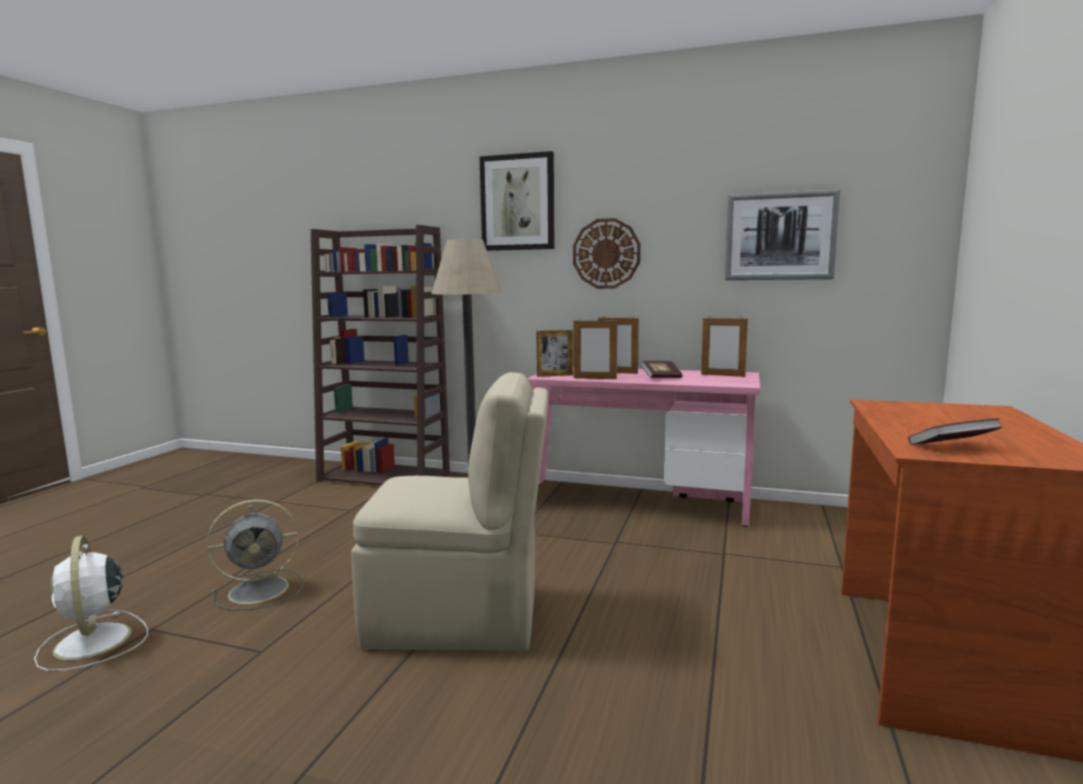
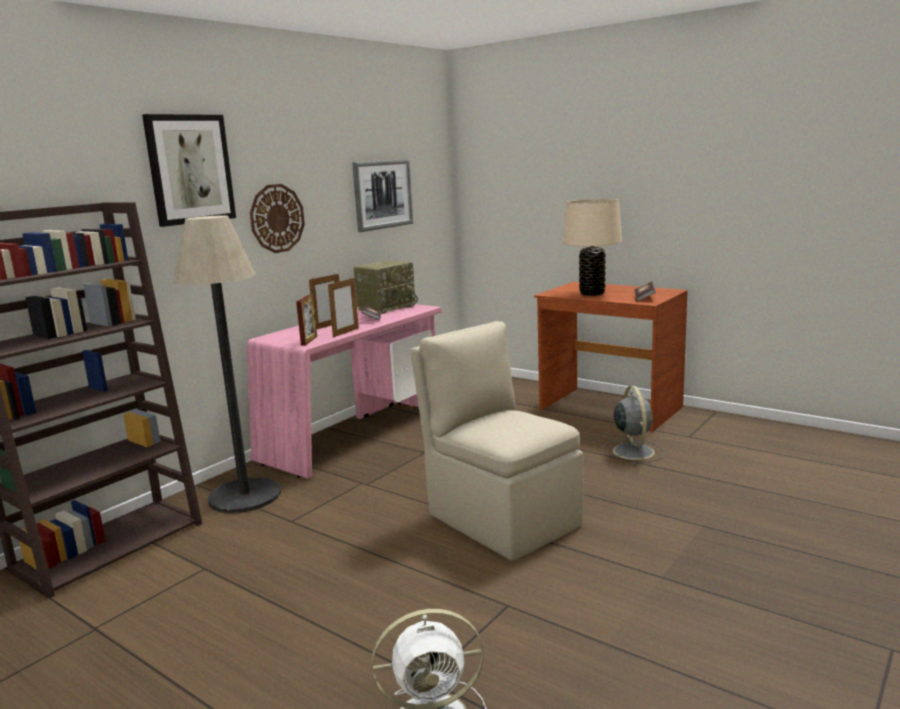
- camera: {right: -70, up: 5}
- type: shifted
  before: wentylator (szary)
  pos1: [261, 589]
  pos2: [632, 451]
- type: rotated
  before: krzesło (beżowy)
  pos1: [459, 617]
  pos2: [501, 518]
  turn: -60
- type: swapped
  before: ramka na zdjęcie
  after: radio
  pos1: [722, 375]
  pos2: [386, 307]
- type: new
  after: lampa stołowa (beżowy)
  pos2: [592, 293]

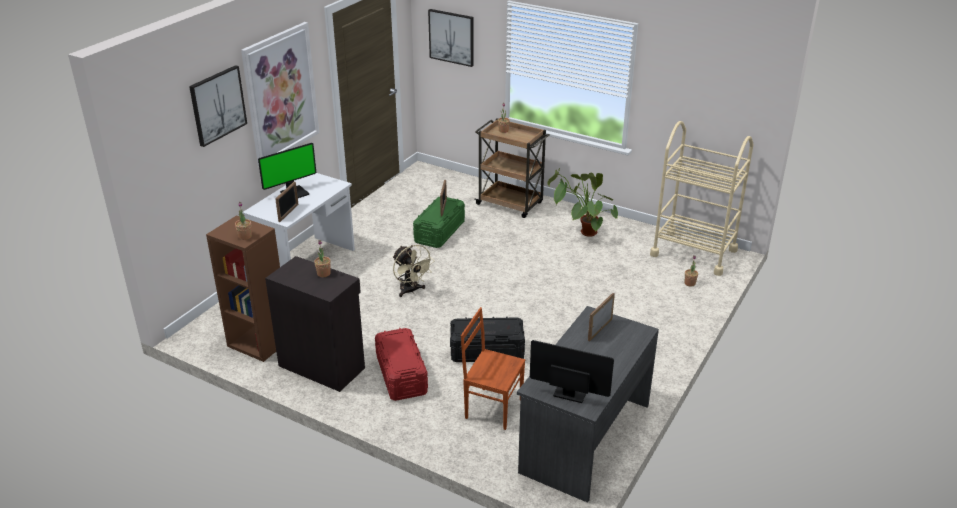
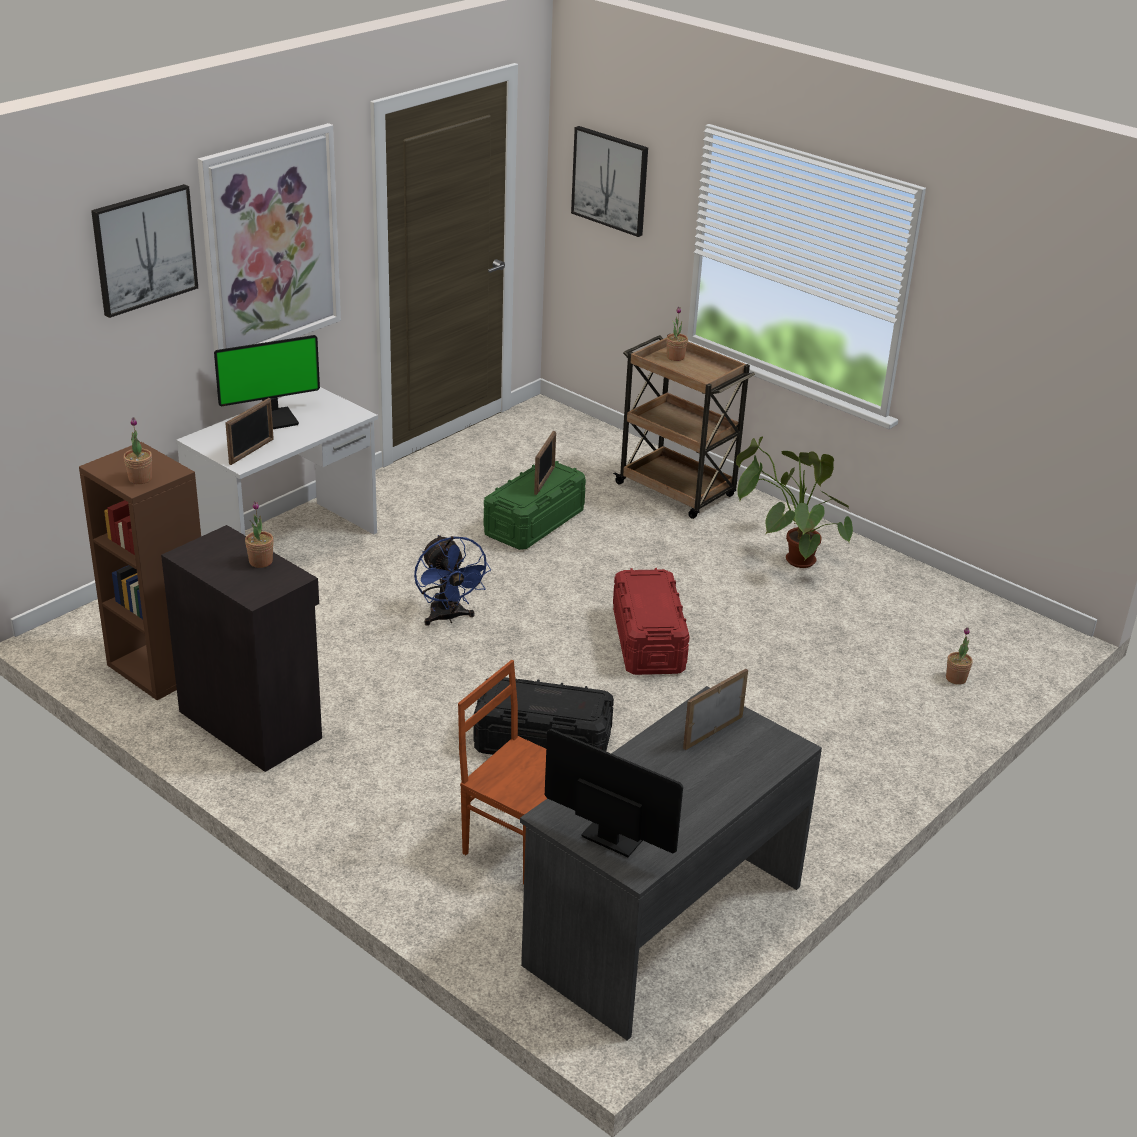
- camera: {right: 10, up: 0}
- type: shifted
  before: pojemnik do przechowywania (czerwony)
  pos1: [401, 375]
  pos2: [648, 641]
- type: repainted
  before: wentylator (beżowy)
  after: wentylator (niebieski)
  pos1: [411, 291]
  pos2: [448, 618]
- type: gone
  before: wózek (beżowy)
  pos1: [693, 252]

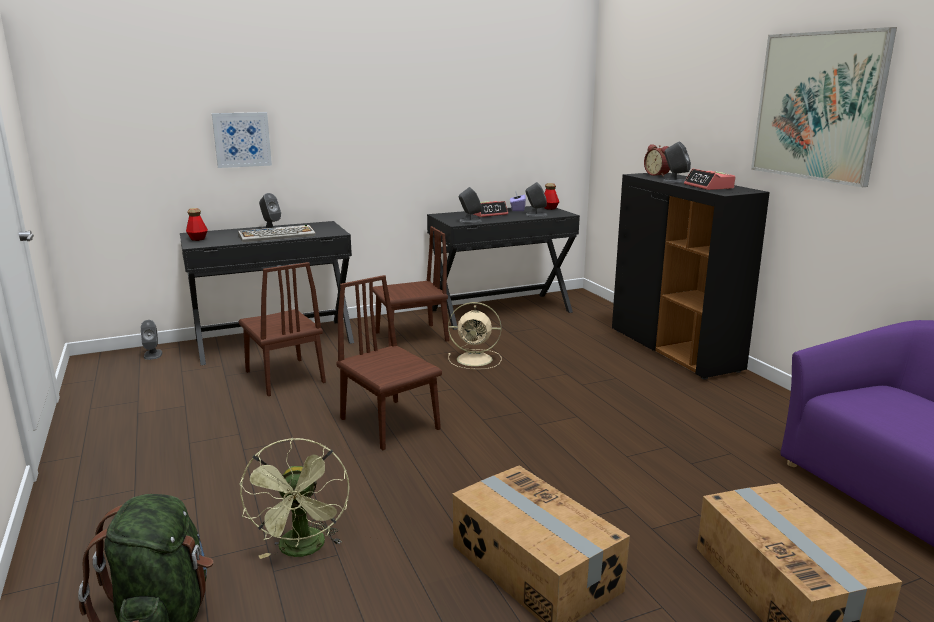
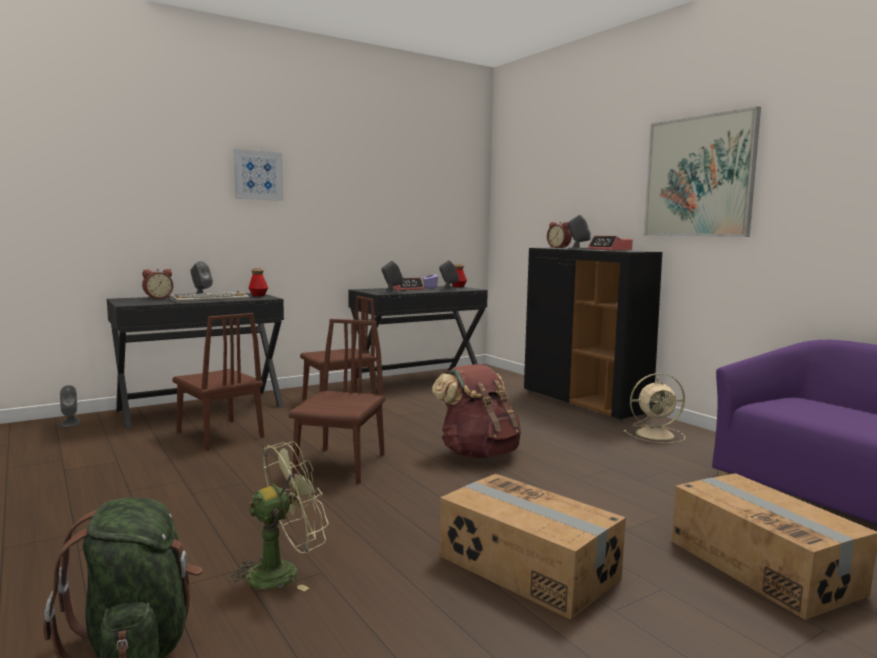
- camera: {right: -10, up: -10}
- type: shifted
  before: butelka
  pos1: [197, 239]
  pos2: [258, 295]
- type: shifted
  before: obraz
  pos1: [242, 139]
  pos2: [258, 175]
- type: rotated
  before: wentylator (zielony)
  pos1: [303, 550]
  pos2: [283, 571]
  turn: -105
- type: rotated
  before: krzesło (brązowy)
  pos1: [390, 424]
  pos2: [340, 465]
  turn: 60
- type: shifted
  before: wentylator (beżowy)
  pos1: [476, 359]
  pos2: [656, 434]
- type: new
  after: budzik
  pos2: [158, 298]
- type: new
  after: plecak (brązowy)
  pos2: [478, 453]

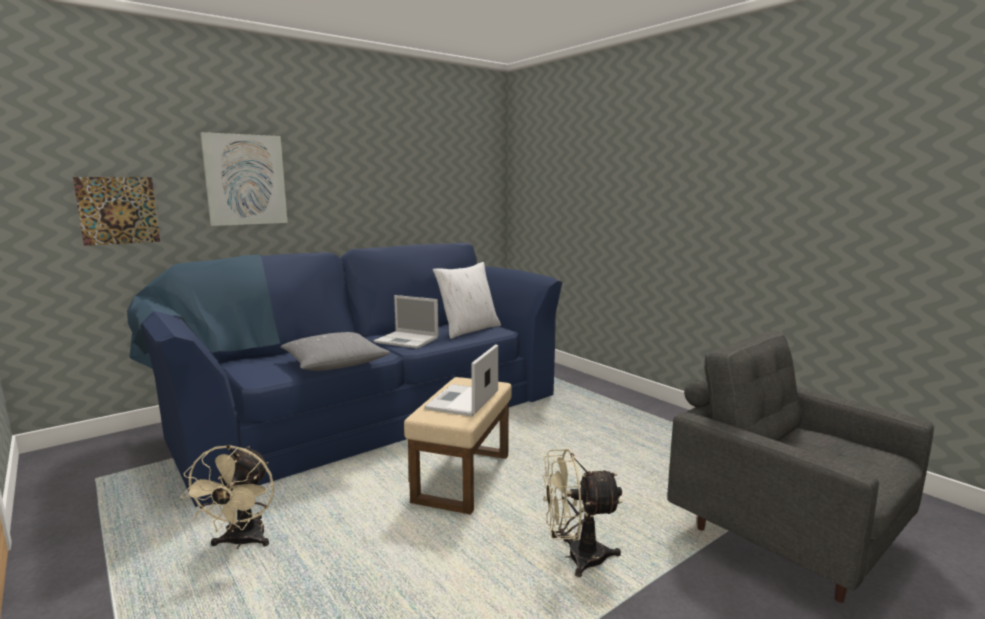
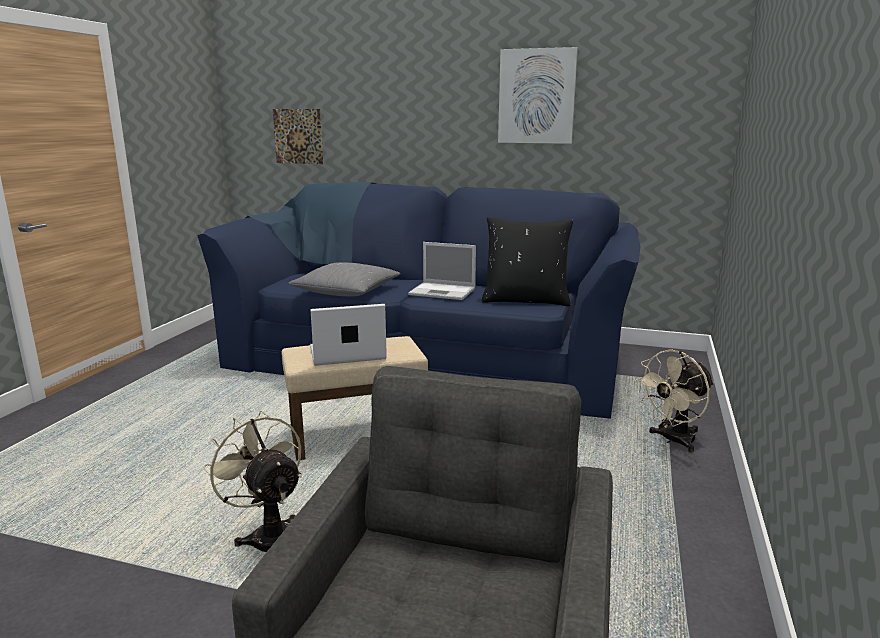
- camera: {right: 55, up: 5}
- type: shifted
  before: wentylator (beżowy)
  pos1: [242, 542]
  pos2: [673, 440]
- type: shifted
  before: obraz
  pos1: [245, 180]
  pos2: [536, 96]
- type: rotated
  before: laptop
  pos1: [407, 340]
  pos2: [443, 292]
  turn: -60
- type: repainted
  before: poduszka (biały)
  after: poduszka (czarny)
  pos1: [468, 330]
  pos2: [525, 300]

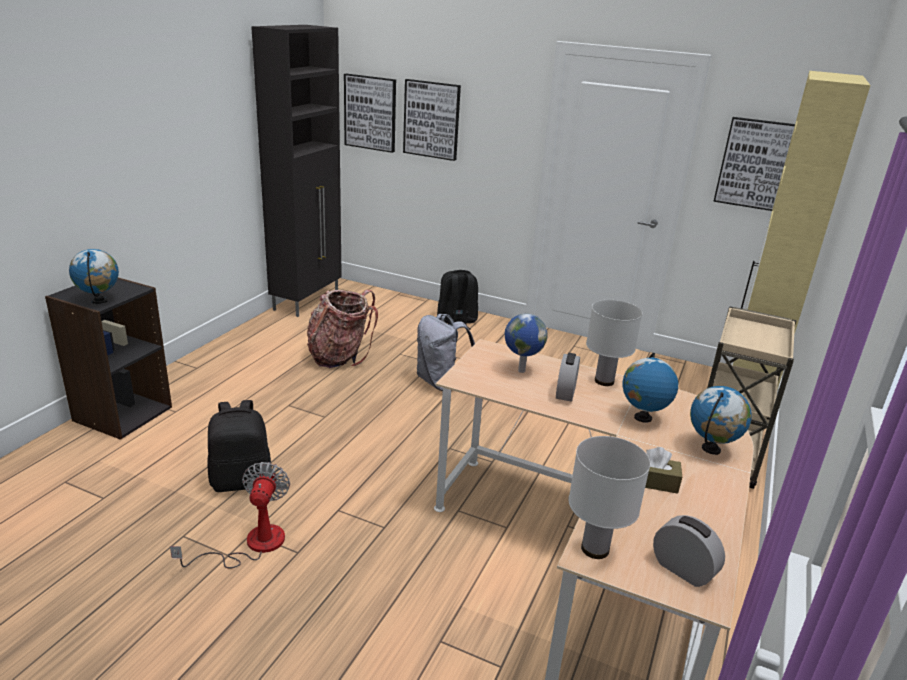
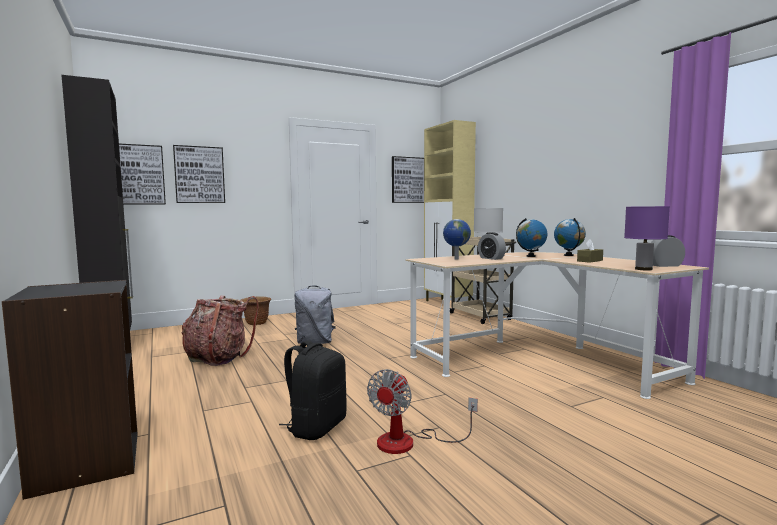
- camera: {right: -50, up: -20}
- type: gone
  before: globus
  pos1: [99, 301]
- type: rotated
  before: wentylator
  pos1: [251, 545]
  pos2: [409, 442]
  turn: -105
- type: swapped
  before: plecak (czarny)
  after: donica (brązowy)
  pos1: [456, 321]
  pos2: [256, 323]
- type: repainted
  before: lampa stołowa (biały)
  after: lampa stołowa (fioletowy)
  pos1: [594, 549]
  pos2: [643, 269]

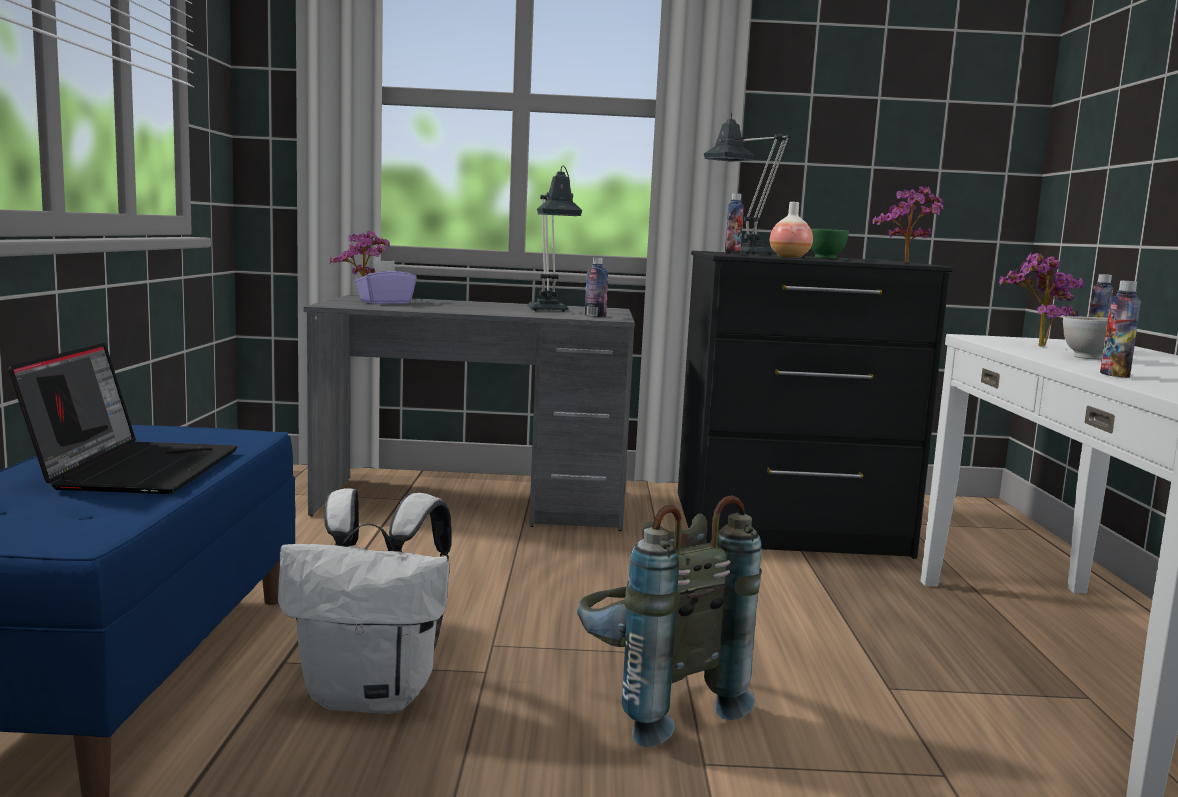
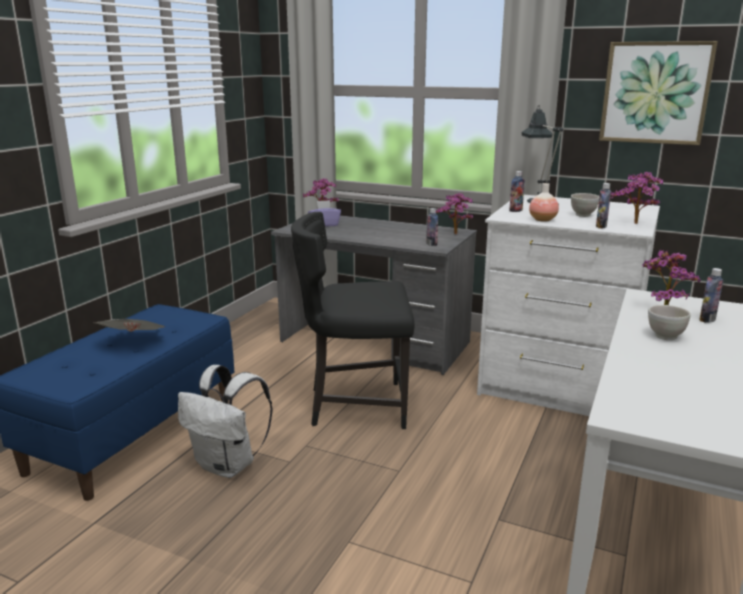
- camera: {right: 25, up: 10}
- type: swapped
  before: laptop
  after: gazeta
  pos1: [135, 469]
  pos2: [135, 342]
- type: gone
  before: lampa stołowa
  pos1: [549, 311]
- type: gone
  before: plecak (szary)
  pos1: [651, 704]
- type: repainted
  before: komoda (czarny)
  after: komoda (biały)
  pos1: [786, 524]
  pos2: [557, 383]
- type: repainted
  before: miska (zielony)
  after: miska (biały)
  pos1: [826, 258]
  pos2: [583, 215]
- type: shifted
  before: butelka
  pos1: [1114, 375]
  pos2: [601, 226]
- type: new
  after: krzesło (czarny)
  pos2: [355, 405]
- type: new
  after: roślina doniczkowa
  pos2: [455, 235]
- type: new
  after: obraz
  pos2: [655, 93]

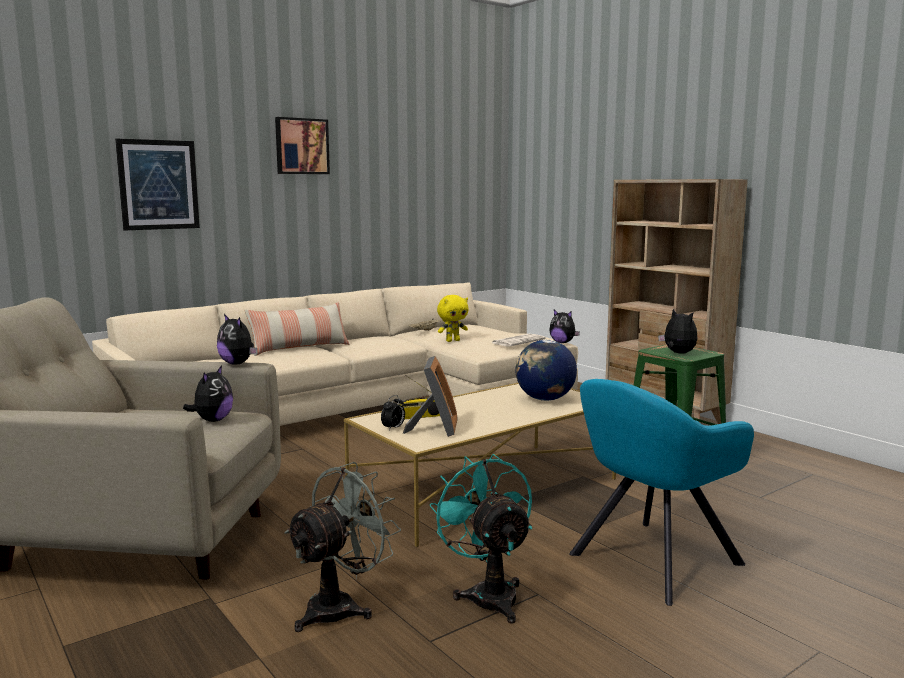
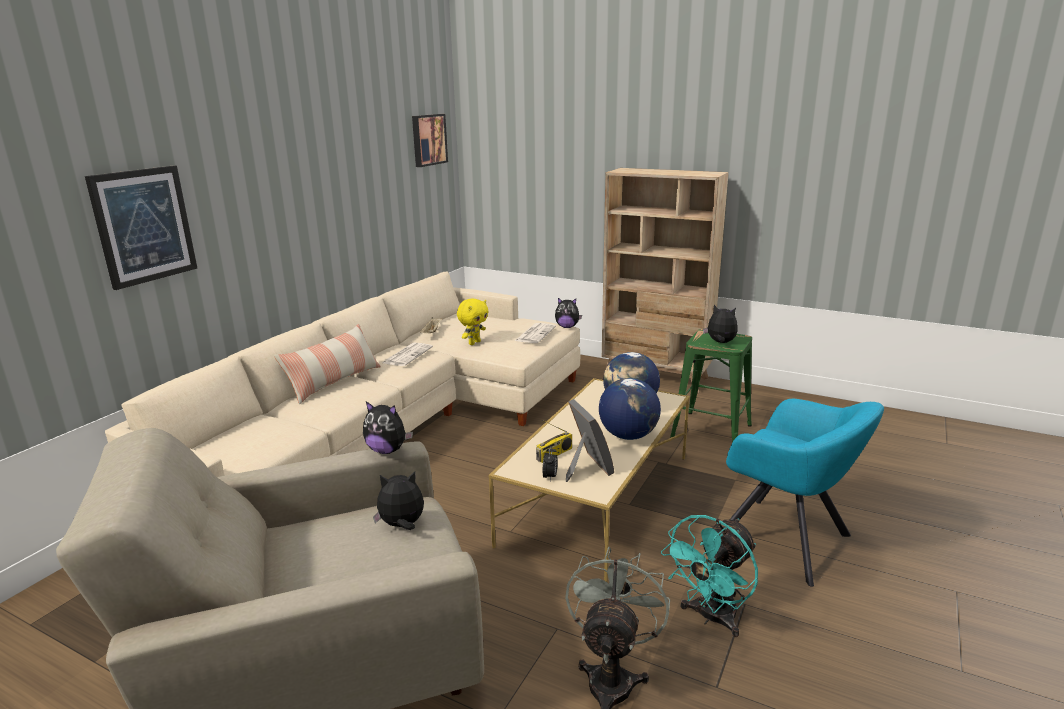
- camera: {right: -25, up: 10}
- type: rotated
  before: pluszak
  pos1: [212, 420]
  pos2: [402, 525]
  turn: -90
- type: shifted
  before: obraz
  pos1: [301, 146]
  pos2: [428, 140]
- type: rotated
  before: wentylator (turkusowy)
  pos1: [488, 594]
  pos2: [710, 618]
  turn: -90
- type: rotated
  before: fotel (turkusowy)
  pos1: [651, 561]
  pos2: [787, 541]
  turn: -75
- type: new
  after: gazeta
  pos2: [407, 355]
- type: new
  after: globus
  pos2: [628, 435]

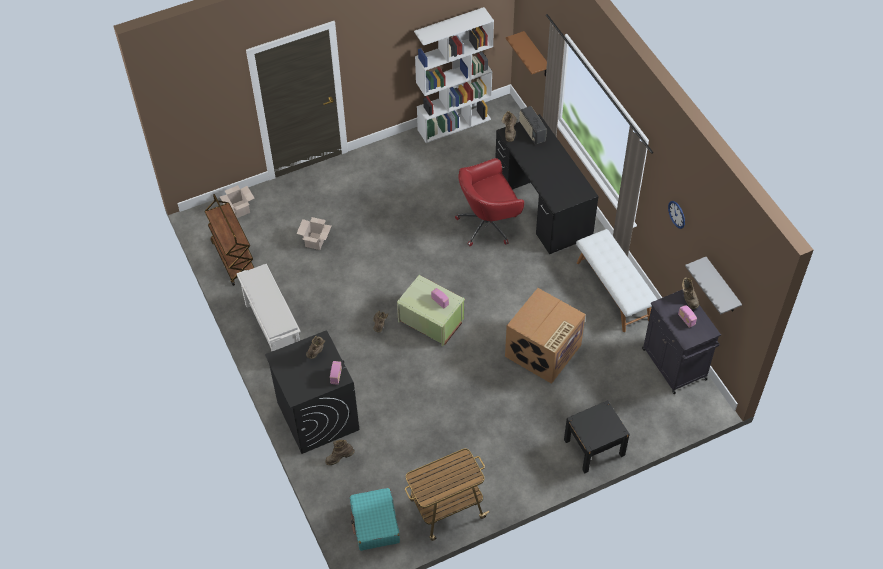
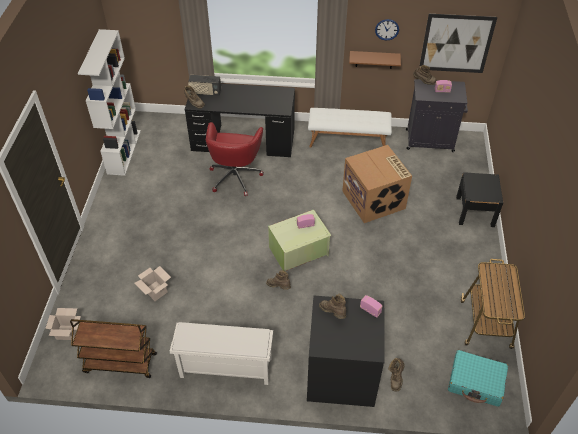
- camera: {right: -60, up: -5}
- type: shifted
  before: półka (brązowy)
  pos1: [536, 55]
  pos2: [374, 59]
- type: swapped
  before: półka (szary)
  after: obraz
  pos1: [722, 287]
  pos2: [456, 44]

